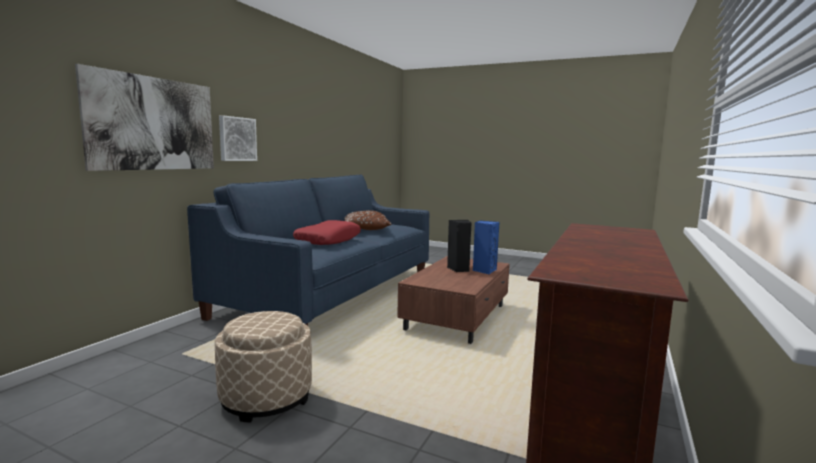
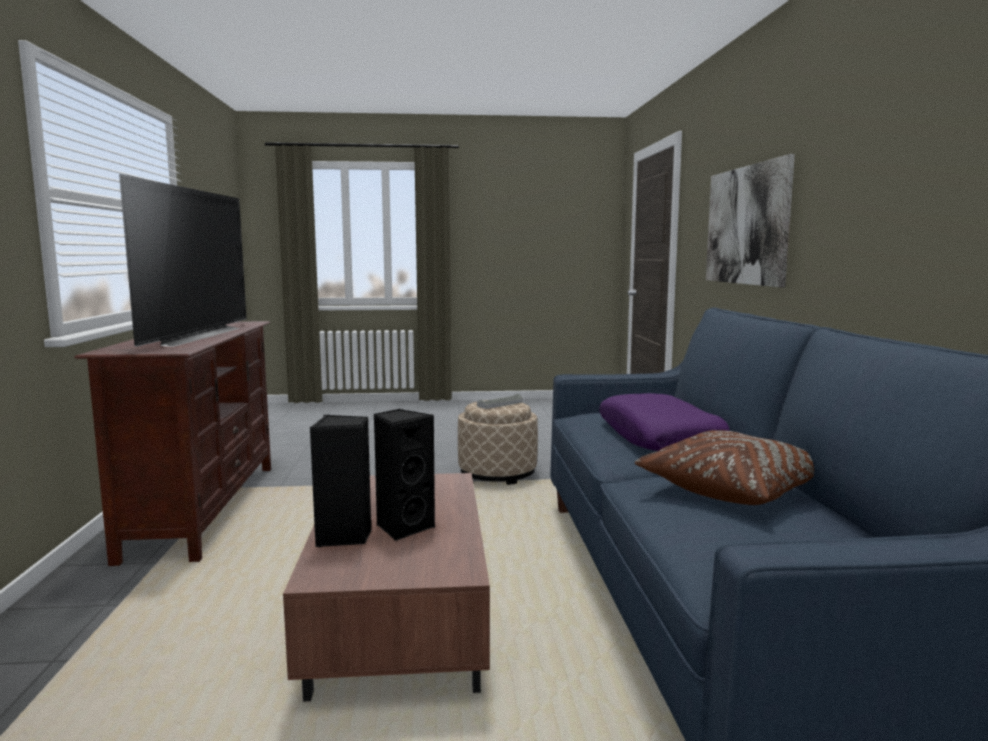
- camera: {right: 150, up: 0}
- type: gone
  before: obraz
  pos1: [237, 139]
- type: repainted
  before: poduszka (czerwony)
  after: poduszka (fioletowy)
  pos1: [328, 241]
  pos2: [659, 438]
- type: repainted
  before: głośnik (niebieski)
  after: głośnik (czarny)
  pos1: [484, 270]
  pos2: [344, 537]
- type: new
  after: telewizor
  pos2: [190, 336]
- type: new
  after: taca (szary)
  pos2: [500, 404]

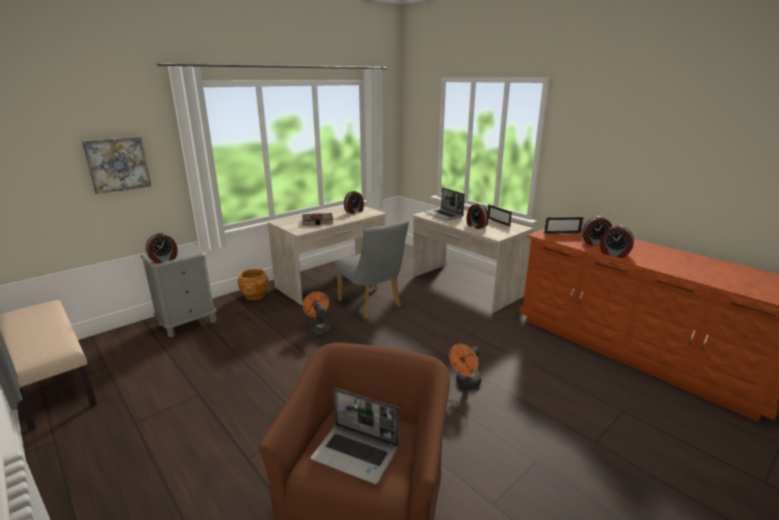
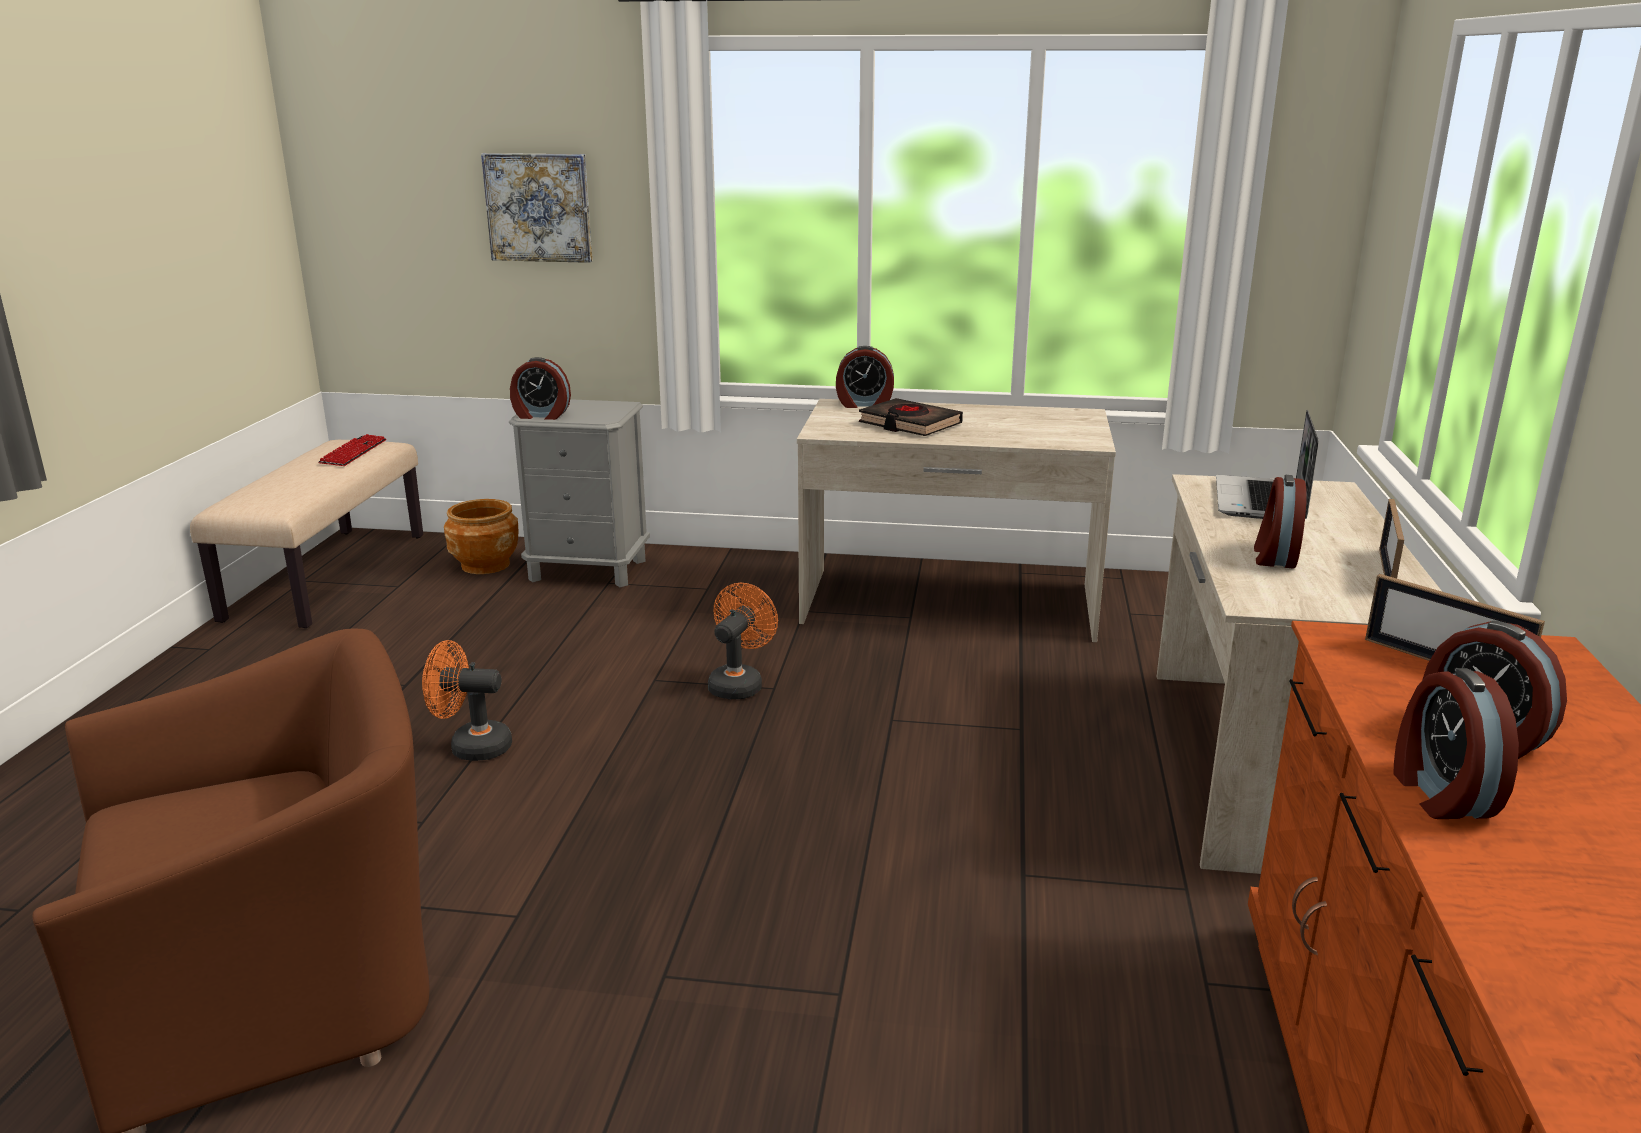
- camera: {right: 50, up: 0}
- type: shifted
  before: donica (brązowy)
  pos1: [255, 295]
  pos2: [485, 565]
- type: gone
  before: laptop
  pos1: [356, 454]
- type: gone
  before: krzesło (szary)
  pos1: [372, 305]
- type: shifted
  before: budzik
  pos1: [354, 211]
  pos2: [864, 404]
- type: shifted
  before: wentylator (pomarańczowy)
  pos1: [466, 383]
  pos2: [471, 747]
- type: new
  after: klawiatura
  pos2: [353, 452]

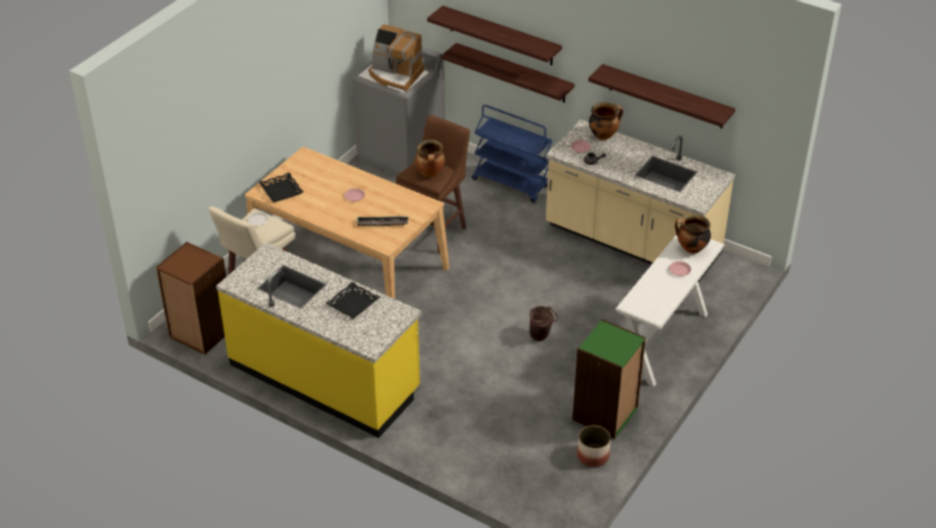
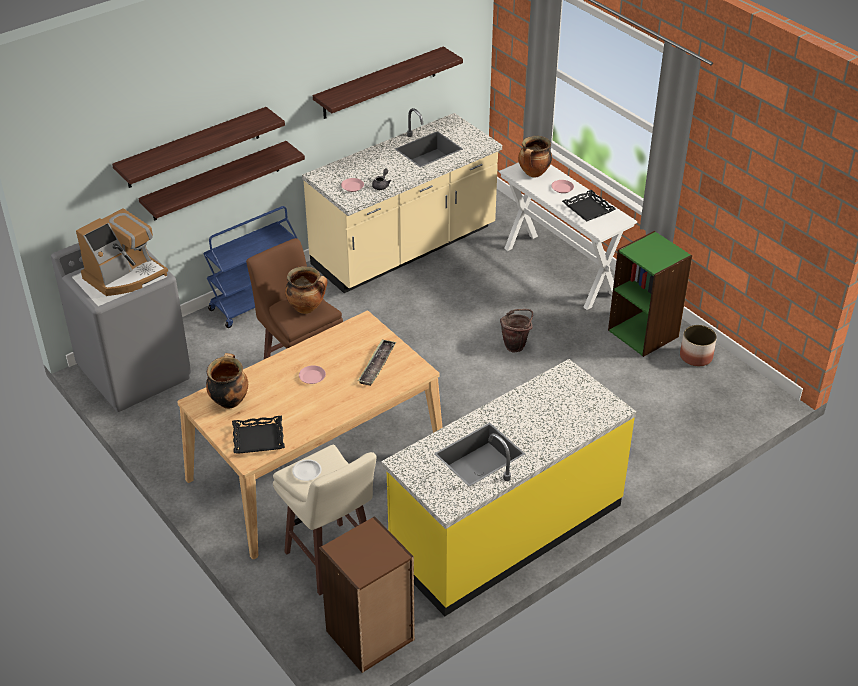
- camera: {right: -70, up: 0}
- type: shifted
  before: taca (czarny)
  pos1: [353, 304]
  pos2: [588, 209]
- type: shifted
  before: garnek
  pos1: [603, 135]
  pos2: [229, 400]

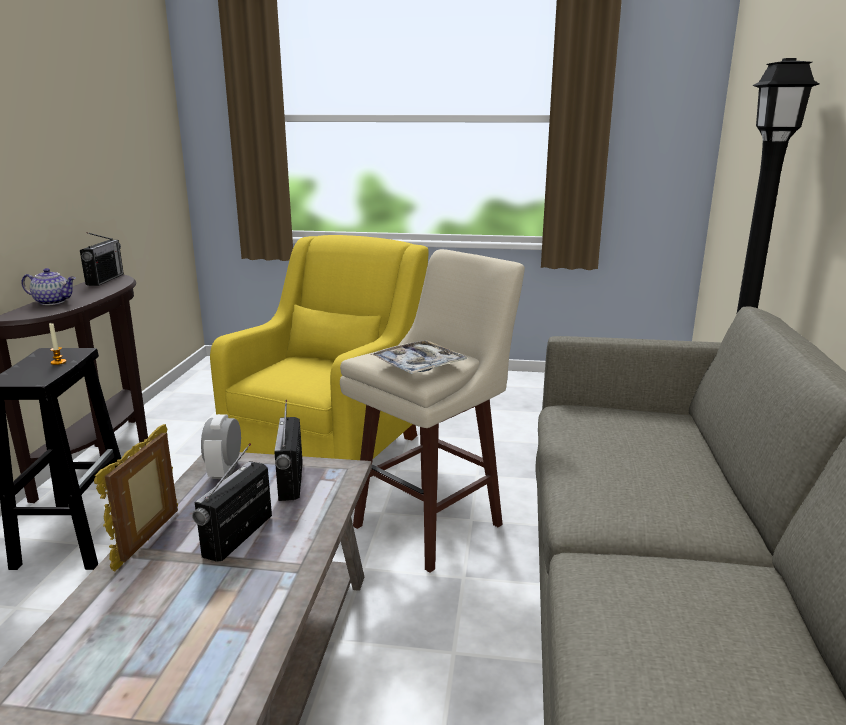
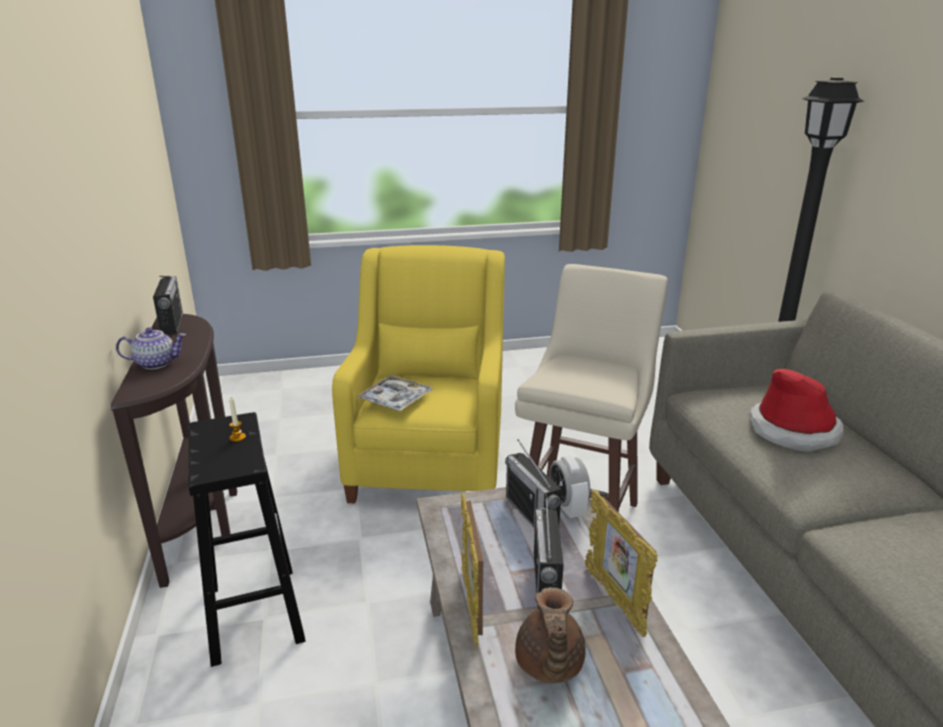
- camera: {right: -20, up: 5}
- type: shifted
  before: budzik
  pos1: [225, 471]
  pos2: [567, 508]
- type: shifted
  before: taca
  pos1: [418, 366]
  pos2: [395, 400]
- type: new
  after: imbryk (brązowy)
  pos2: [548, 665]
- type: new
  after: ramka na zdjęcie
  pos2: [615, 600]
- type: new
  after: kapelusz
  pos2: [793, 430]

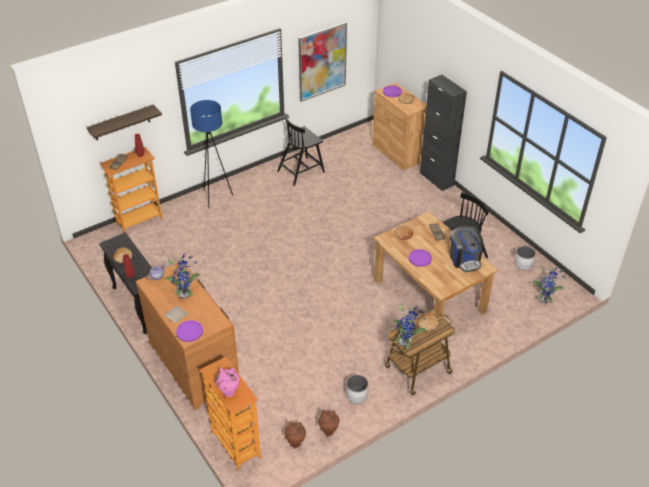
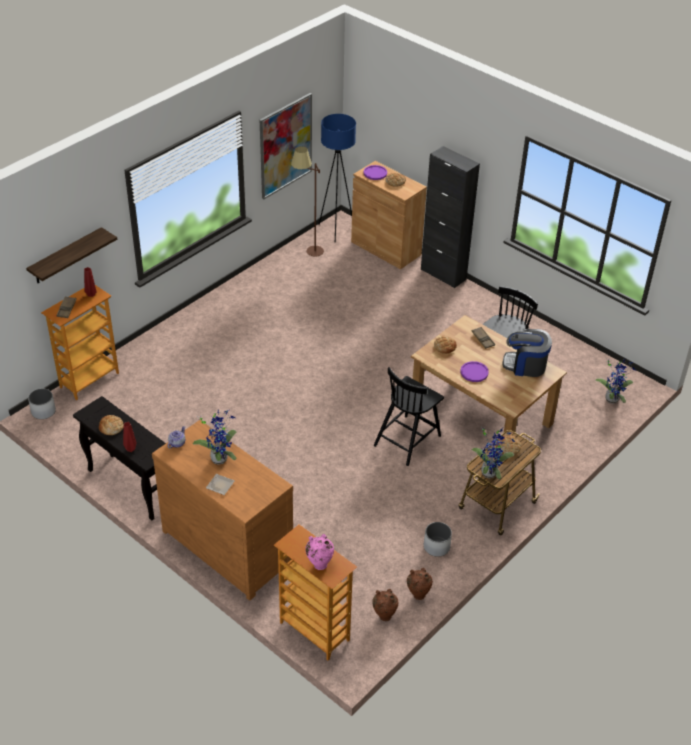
- camera: {right: -15, up: 0}
- type: gone
  before: talerz (fioletowy)
  pos1: [189, 331]
- type: shifted
  before: lampa stojąca (niebieski)
  pos1: [215, 197]
  pos2: [336, 230]
- type: shifted
  before: krzesło (czarny)
  pos1: [301, 171]
  pos2: [408, 439]
- type: rotated
  before: ekspres do kawy
  pos1: [464, 259]
  pos2: [525, 365]
  turn: 135
- type: shifted
  before: donica (biały)
  pos1: [523, 264]
  pos2: [43, 411]
- type: new
  after: lampa stojąca (brązowy)
  pos2: [308, 253]

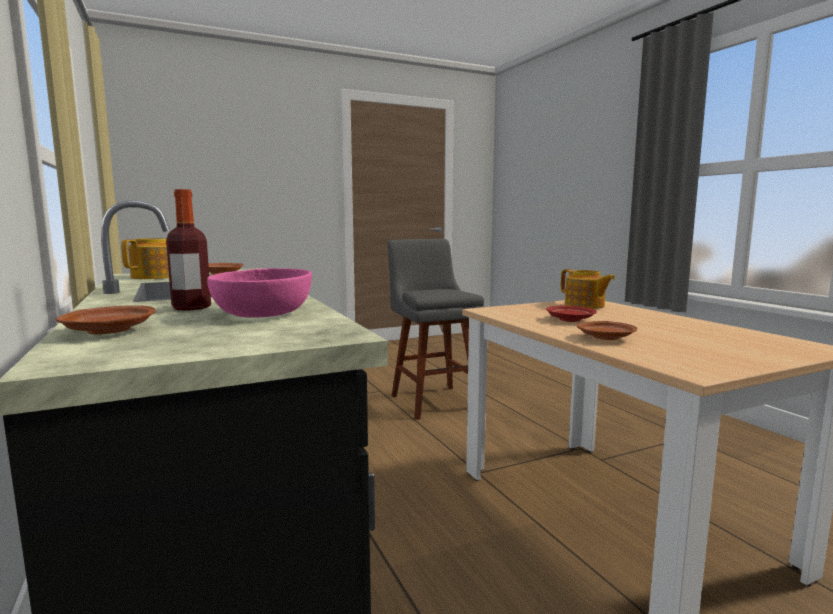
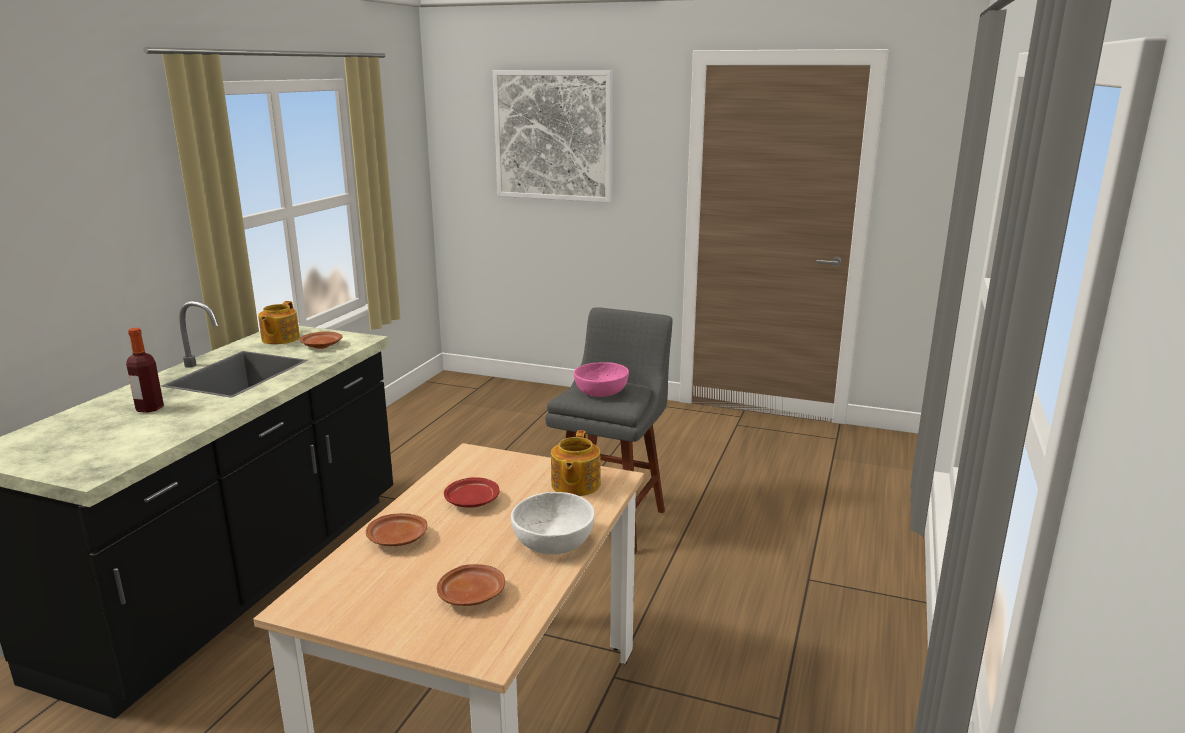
- camera: {right: 45, up: 10}
- type: shifted
  before: talerz (brązowy)
  pos1: [110, 331]
  pos2: [472, 595]
- type: rotated
  before: imbryk
  pos1: [156, 276]
  pos2: [280, 339]
  turn: 120
- type: shifted
  before: miska (różowy)
  pos1: [262, 313]
  pos2: [601, 391]
- type: new
  after: obraz
  pos2: [553, 136]
- type: new
  after: miska (biały)
  pos2: [553, 541]

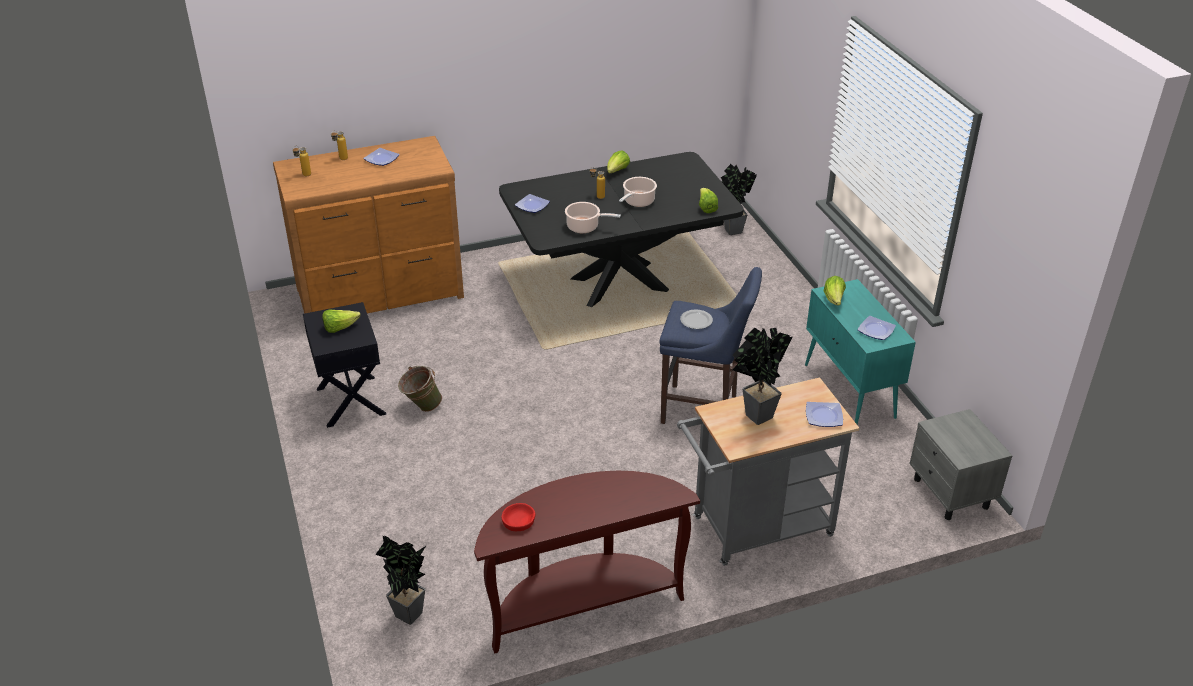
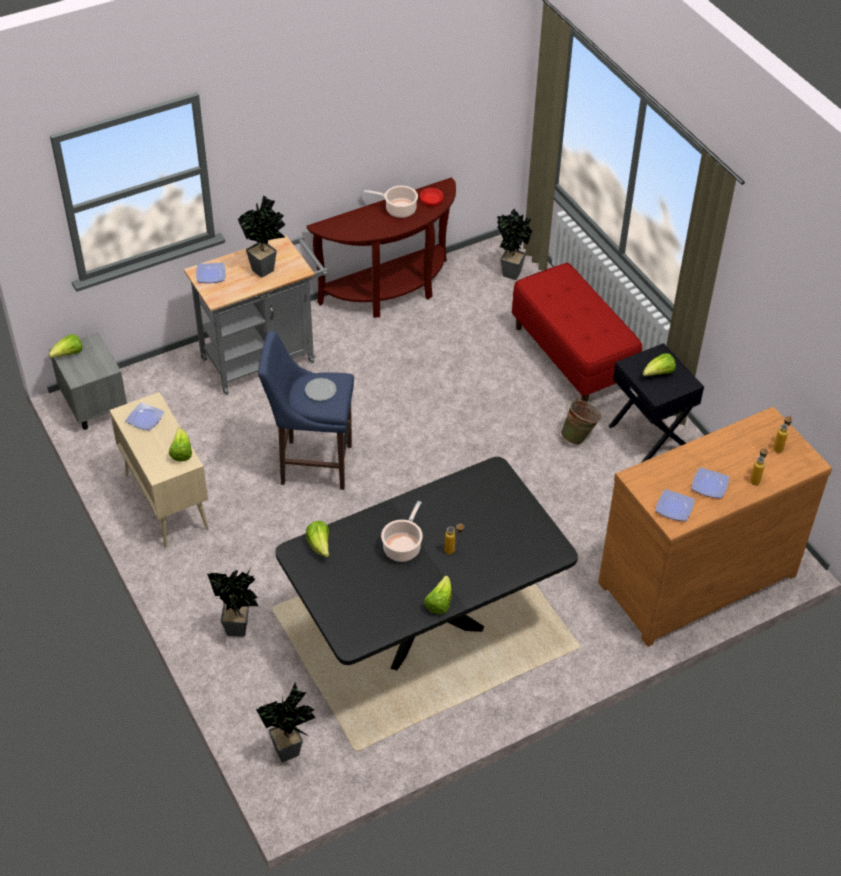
- camera: {right: 170, up: 10}
- type: shifted
  before: talerz
  pos1: [531, 206]
  pos2: [675, 507]
- type: shifted
  before: garnek
  pos1: [585, 227]
  pos2: [398, 209]
- type: repainted
  before: szafka (turkusowy)
  after: szafka (beżowy)
  pos1: [850, 392]
  pos2: [166, 501]
- type: new
  after: sałata
  pos2: [68, 354]
- type: new
  after: roślina doniczkowa
  pos2: [240, 631]
- type: new
  after: ławka (czerwony)
  pos2: [572, 357]

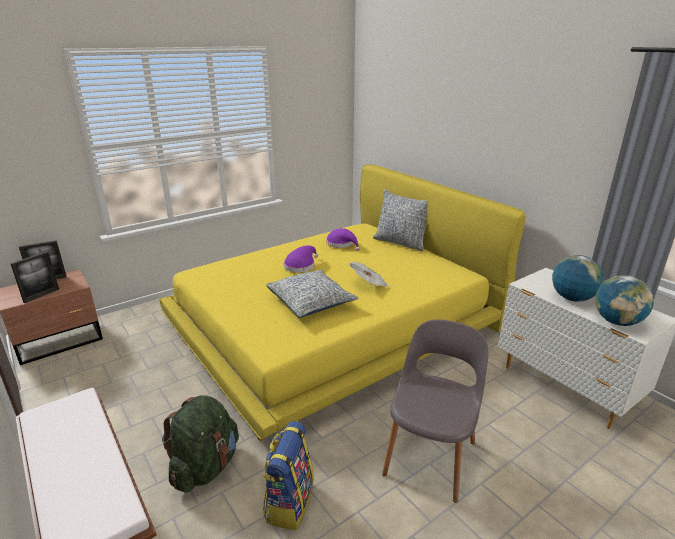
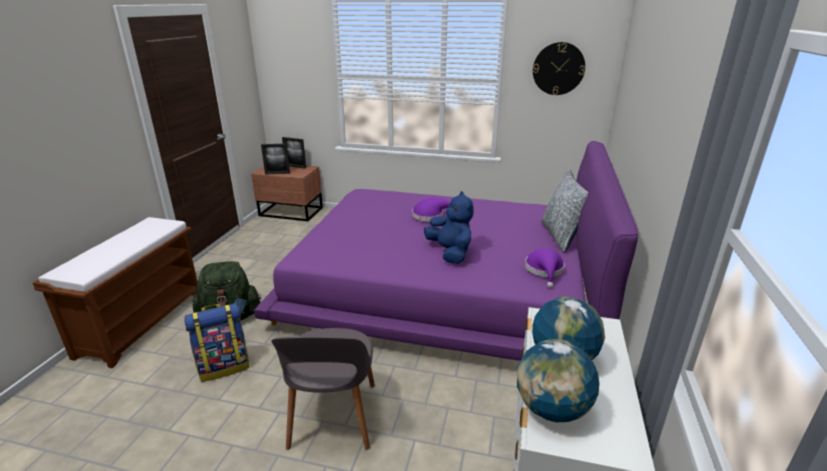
- camera: {right: 50, up: 0}
- type: repainted
  before: łóżko (żółty)
  after: łóżko (fioletowy)
  pos1: [334, 324]
  pos2: [445, 287]
- type: gone
  before: poduszka
  pos1: [311, 302]
- type: shifted
  before: kapelusz (fioletowy)
  pos1: [341, 244]
  pos2: [544, 270]
- type: swapped
  before: gazeta
  after: pluszak (niebieski)
  pos1: [369, 284]
  pos2: [450, 253]
- type: rotated
  before: krzesło (szary)
  pos1: [431, 455]
  pos2: [333, 417]
  turn: 105
- type: new
  after: zegar ścienny
  pos2: [558, 69]

